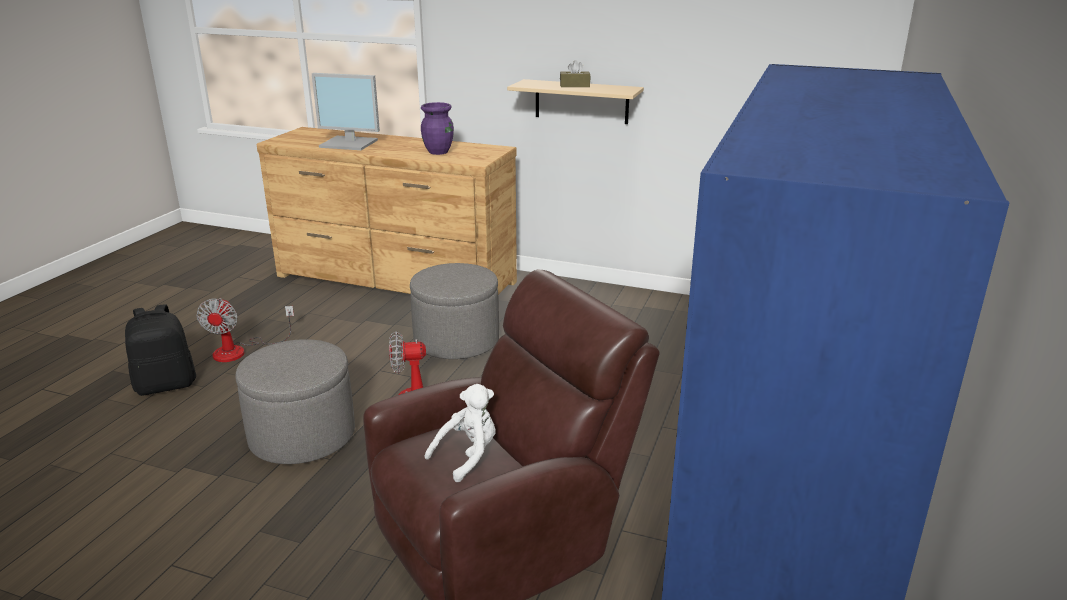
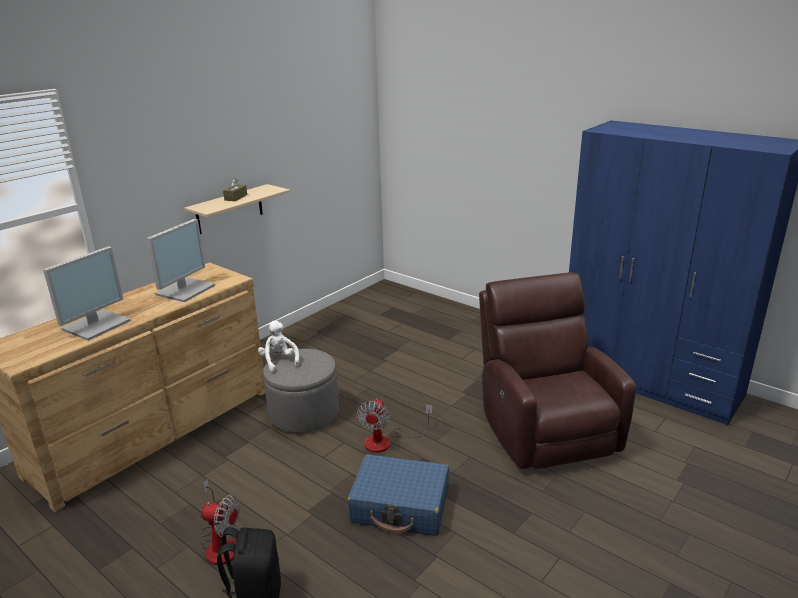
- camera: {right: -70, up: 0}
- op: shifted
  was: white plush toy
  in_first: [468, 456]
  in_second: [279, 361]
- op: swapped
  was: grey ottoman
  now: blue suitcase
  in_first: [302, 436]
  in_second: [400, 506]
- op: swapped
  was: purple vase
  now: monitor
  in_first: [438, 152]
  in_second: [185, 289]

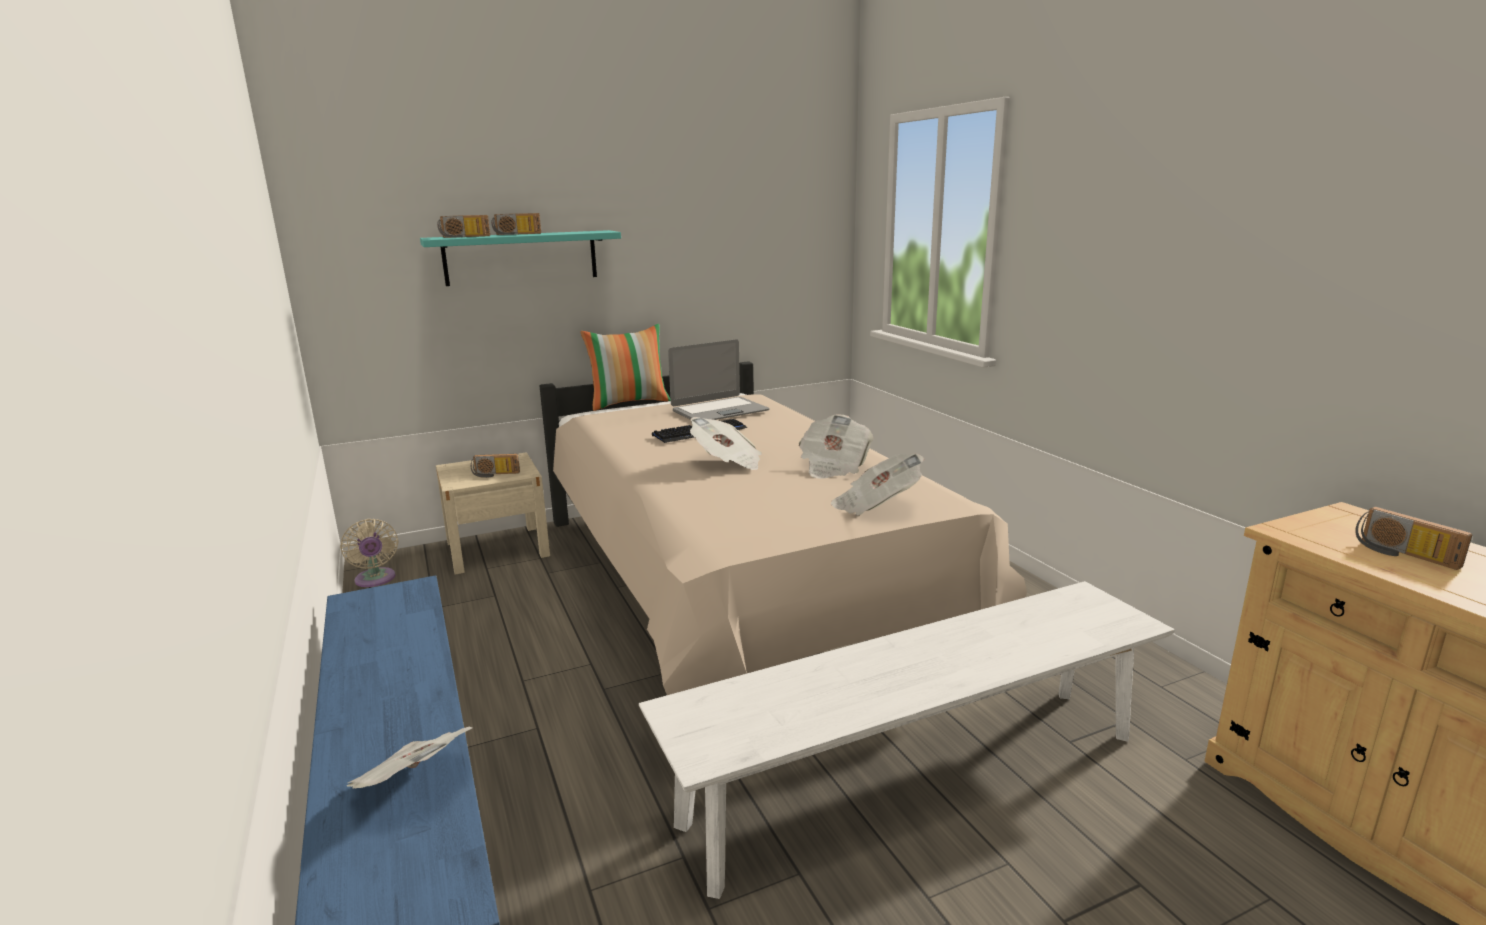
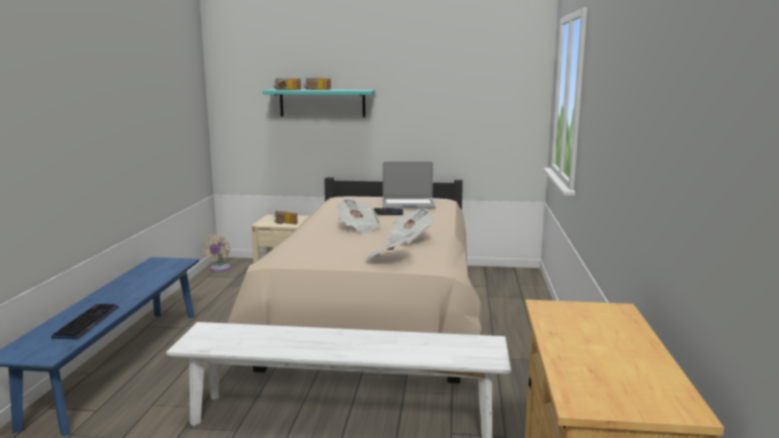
- camera: {right: 30, up: -5}
- op: gone
  was: pillow
  in_first: [629, 403]
- op: gone
  was: radio
  in_first: [1402, 554]
- op: swapped
  was: newspaper
  now: keyboard
  in_first: [415, 783]
  in_second: [87, 322]

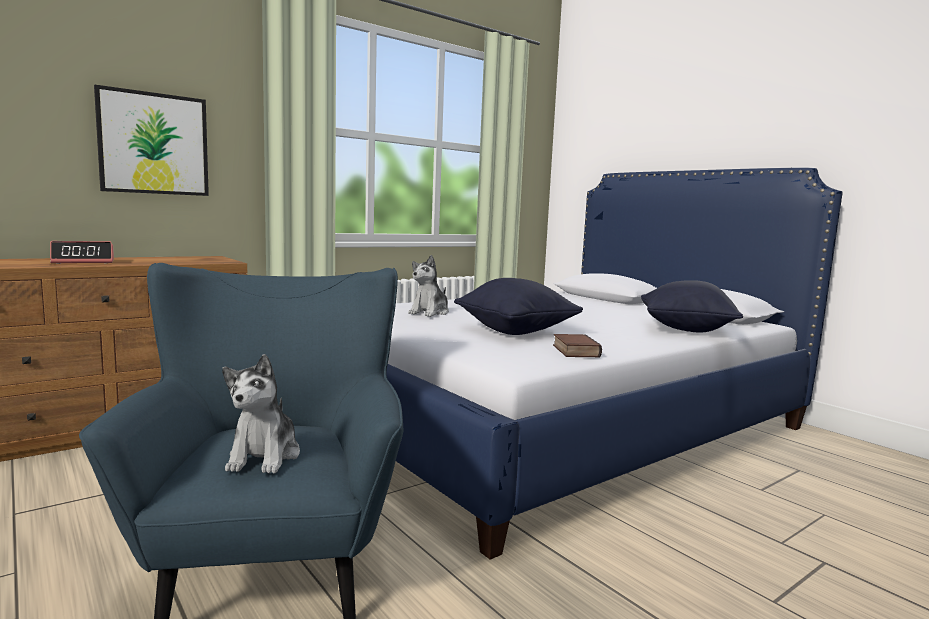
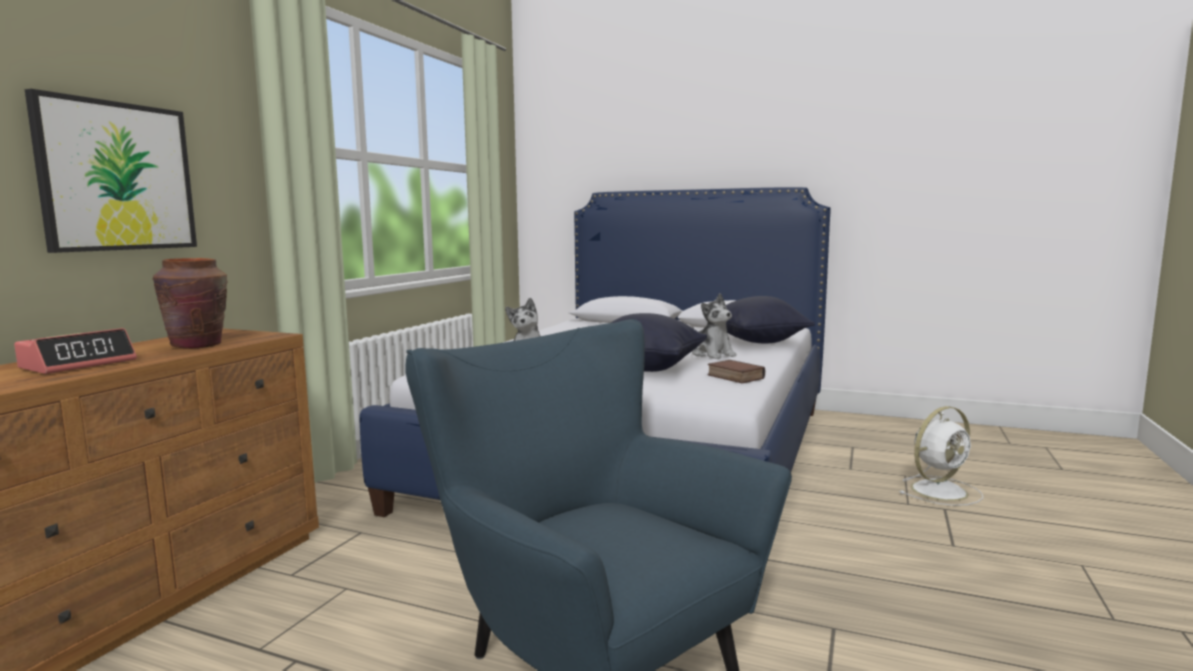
- camera: {right: -30, up: 0}
- op: new
  now: brown vase
  in_second: [197, 345]
- op: new
  now: white fan
  in_second: [940, 490]
- op: shifted
  was: plush toy
  in_first: [264, 456]
  in_second: [712, 354]

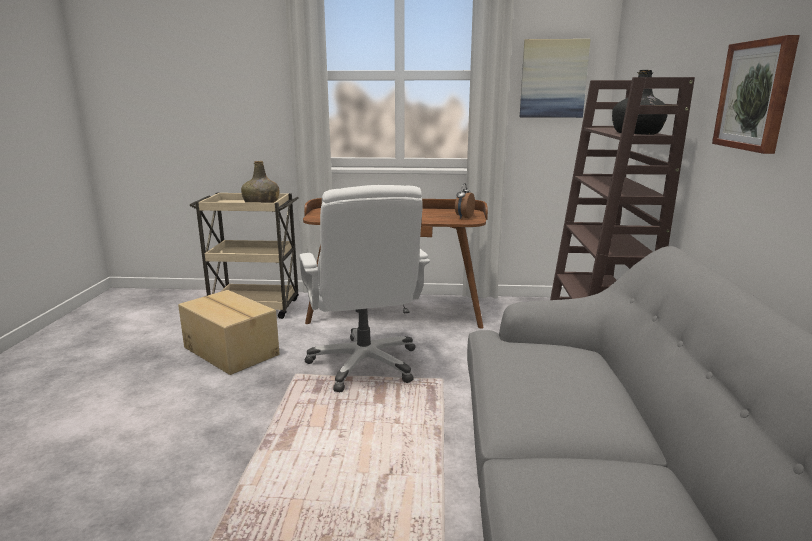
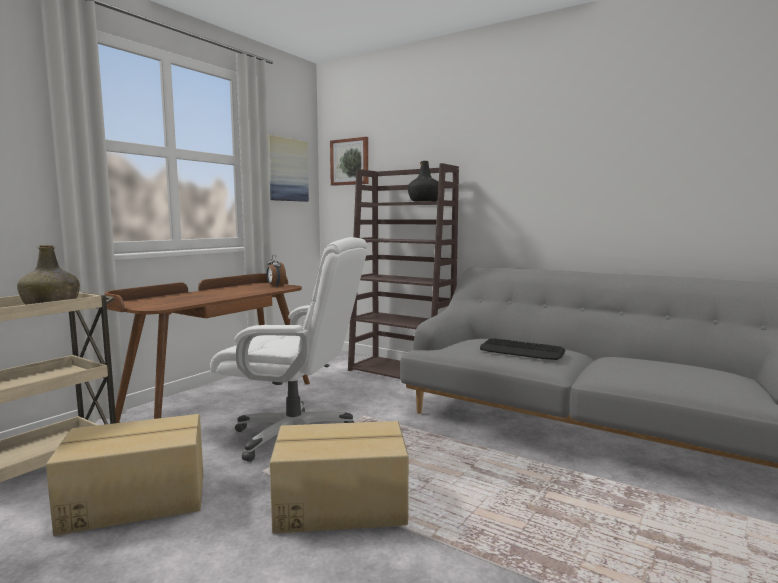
- camera: {right: -60, up: -10}
- op: new
  now: cardboard box
  in_second: [340, 504]
- op: new
  now: keyboard
  in_second: [521, 351]
- op: shifted
  was: picture
  in_first: [755, 95]
  in_second: [350, 162]

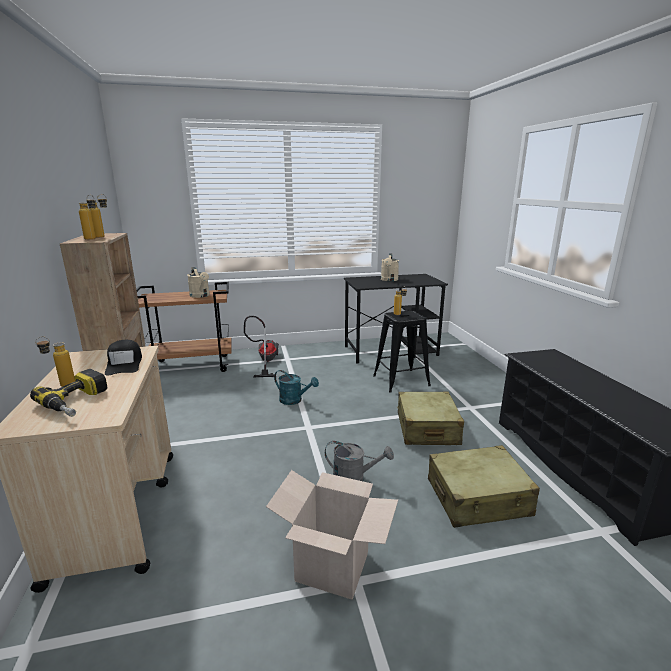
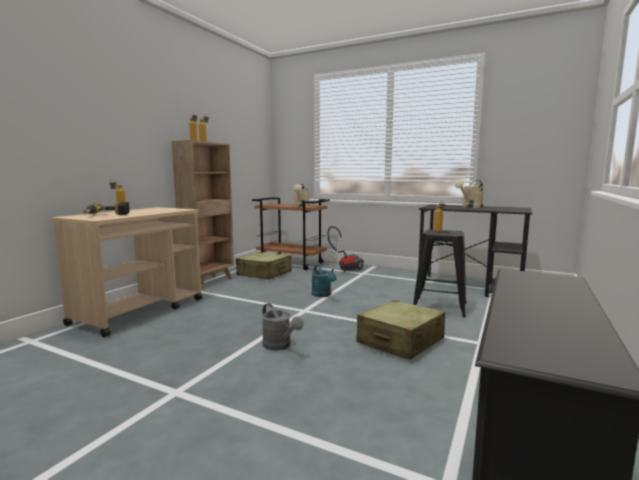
- camera: {right: 40, up: -10}
- op: gone
  was: black cap
  in_first: [124, 364]
- op: gone
  was: cardboard box
  in_first: [332, 567]
- op: shifted
  was: beige suitcase
  in_first: [478, 498]
  in_second: [264, 274]

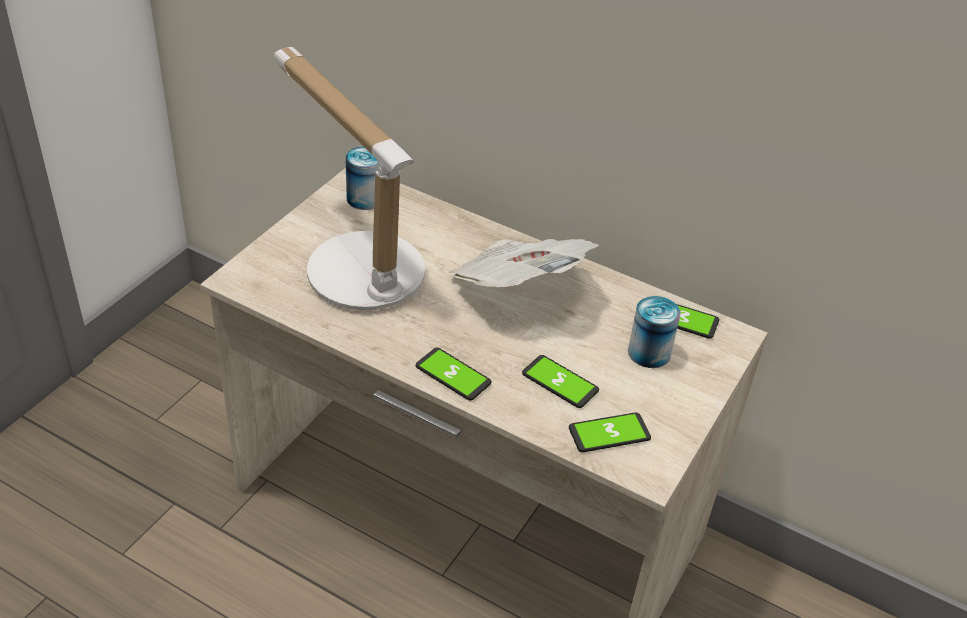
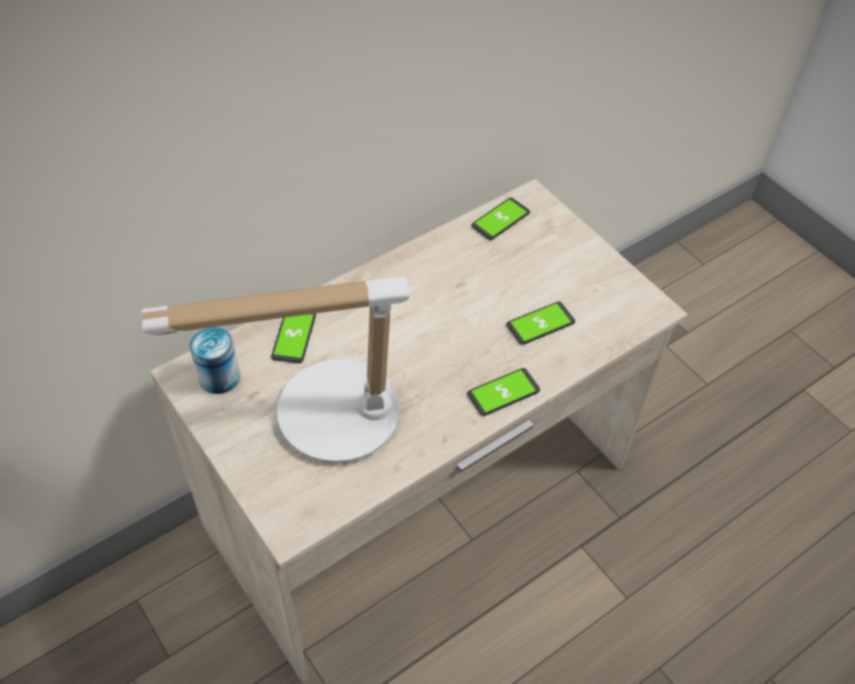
- camera: {right: -65, up: 10}
- op: gone
  was: newspaper
  in_first: [518, 288]
- op: gone
  was: can
  in_first: [649, 353]
- op: shifted
  was: phone
  in_first: [609, 433]
  in_second: [294, 336]

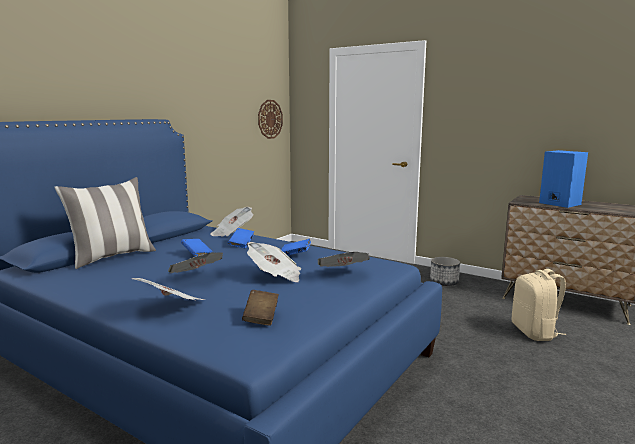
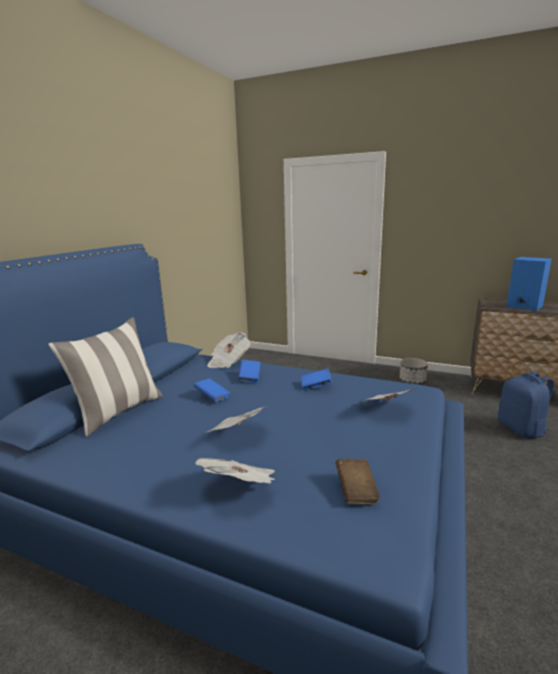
- camera: {right: -10, up: 5}
- op: gone
  was: newspaper
  in_first: [275, 276]
- op: gone
  was: wall clock
  in_first: [270, 119]
- op: repainted
  was: beige backpack
  now: blue backpack
  in_first: [535, 332]
  in_second: [521, 429]

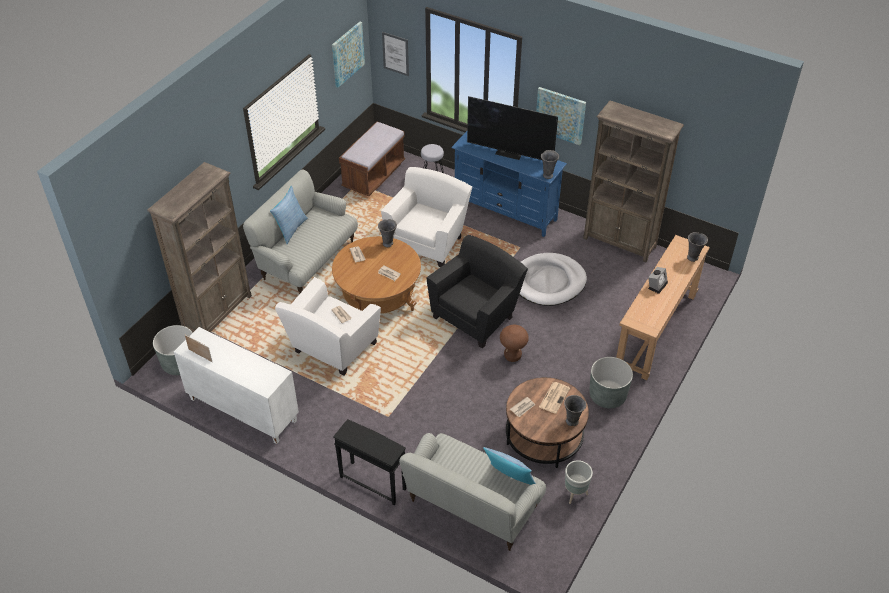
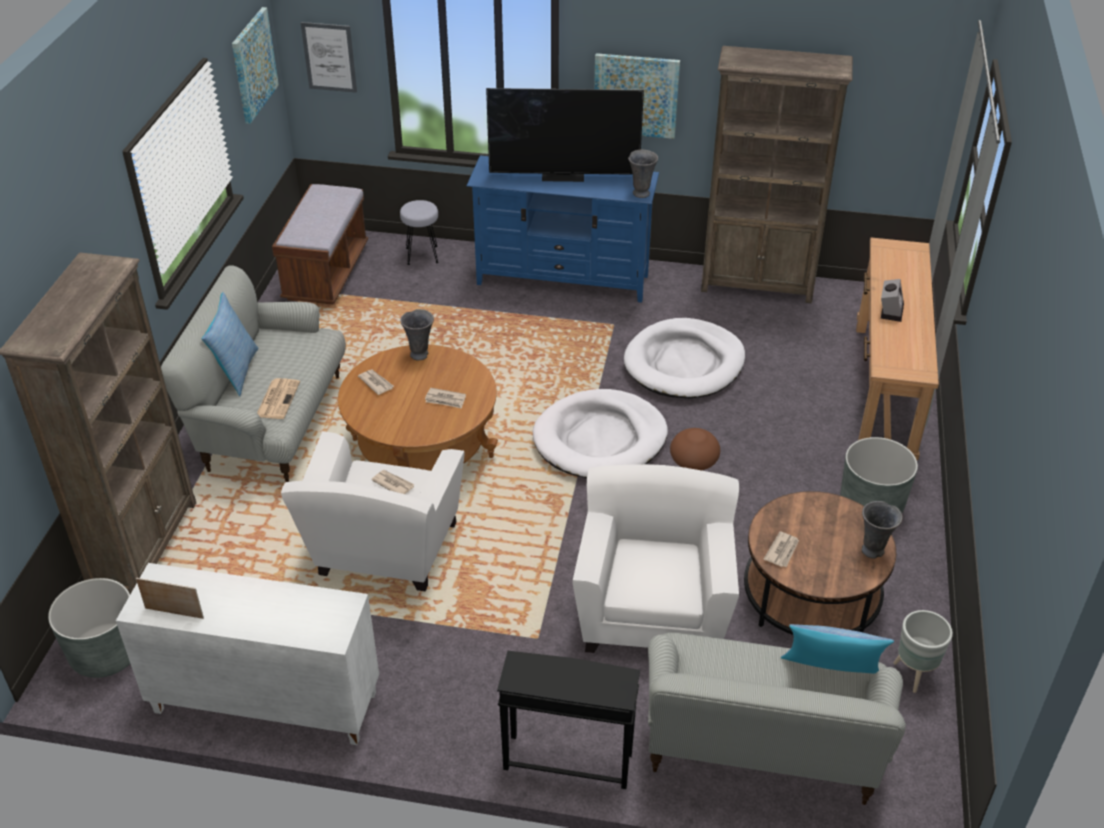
- camera: {right: -20, up: -5}
- op: gone
  was: grey vase
  in_first: [693, 258]
- op: shifted
  was: white armchair
  in_first: [428, 241]
  in_second: [653, 610]
- op: shifted
  was: newspaper
  in_first: [554, 397]
  in_second: [277, 399]
- op: swapped
  was: black armchair
  now: white dog bed
  in_first: [476, 315]
  in_second: [600, 439]

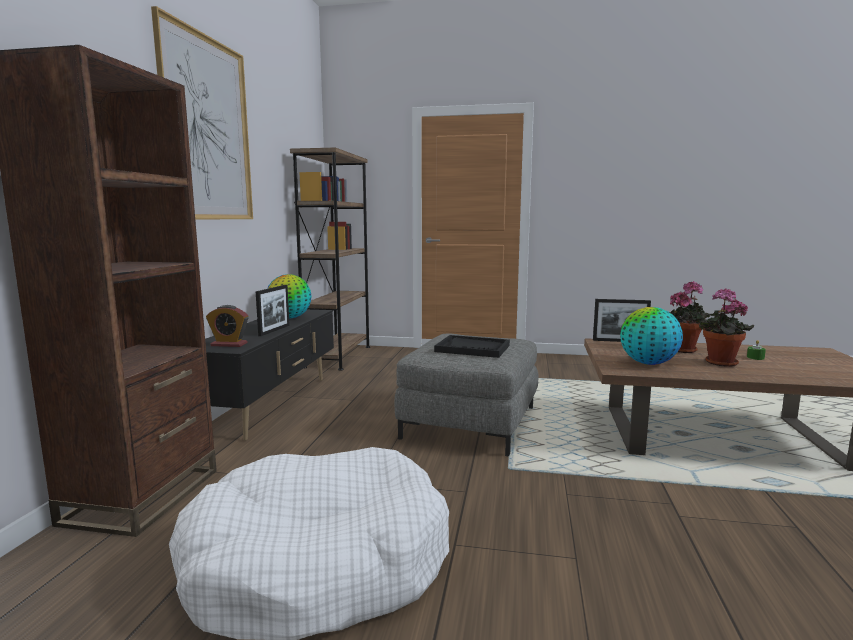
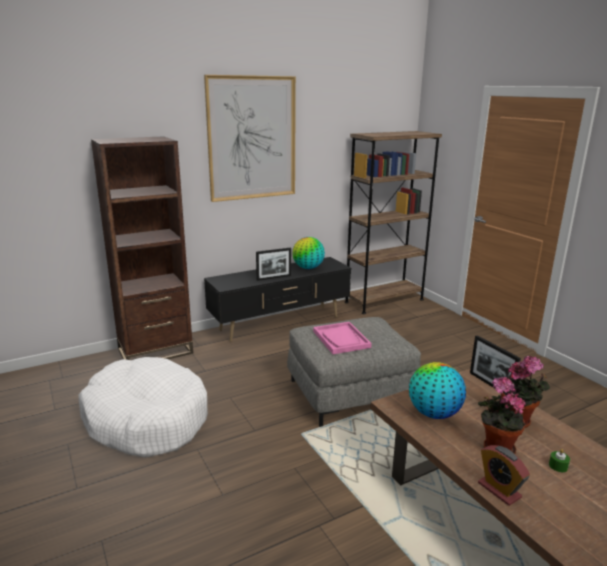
- camera: {right: 50, up: 10}
- op: shifted
  was: alarm clock
  in_first: [229, 344]
  in_second: [499, 490]
- op: repainted
  was: black tray
  now: pink tray
  in_first: [473, 348]
  in_second: [341, 339]

